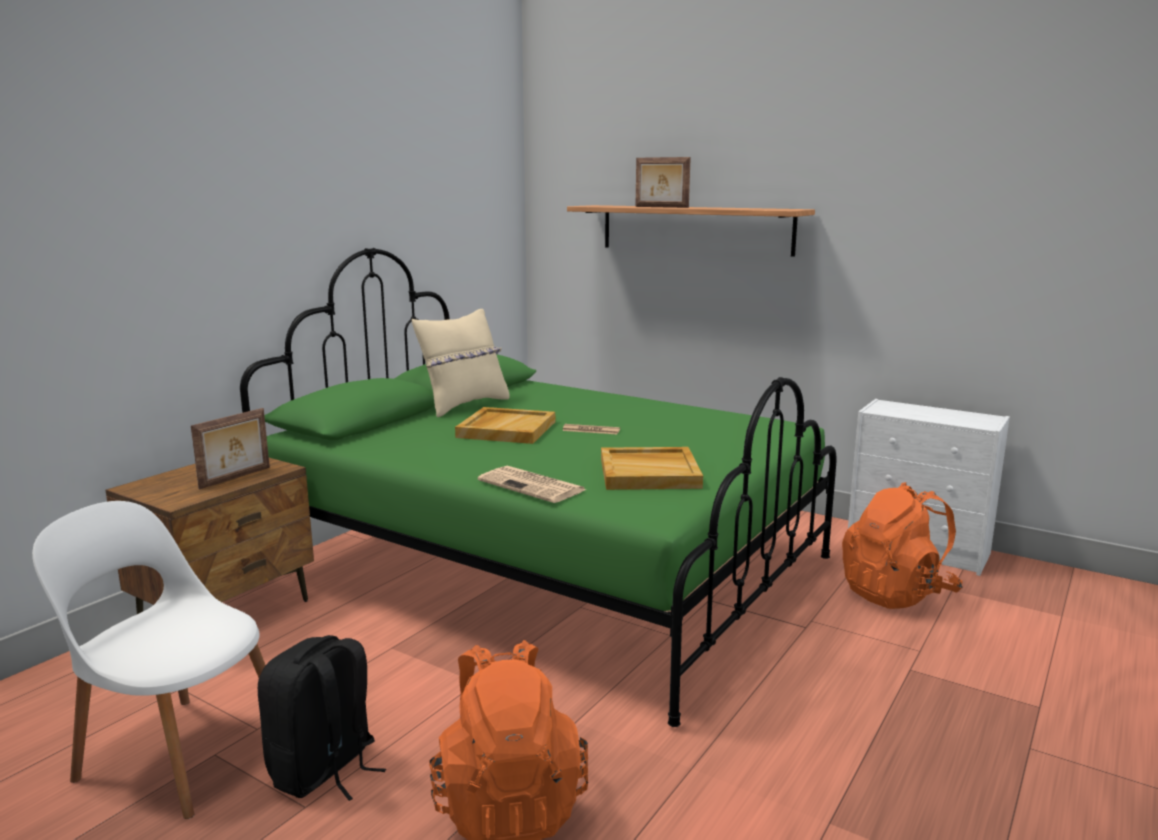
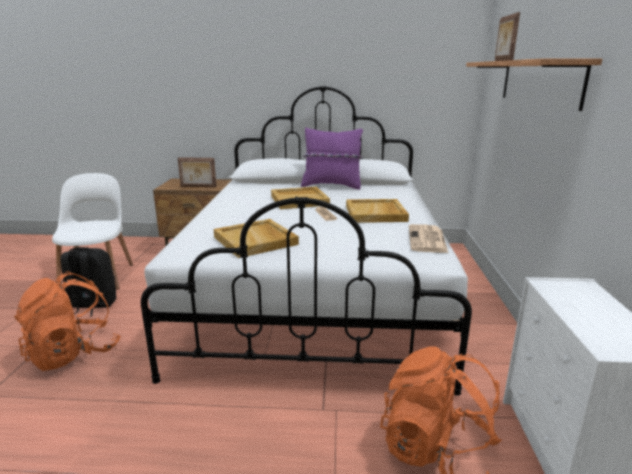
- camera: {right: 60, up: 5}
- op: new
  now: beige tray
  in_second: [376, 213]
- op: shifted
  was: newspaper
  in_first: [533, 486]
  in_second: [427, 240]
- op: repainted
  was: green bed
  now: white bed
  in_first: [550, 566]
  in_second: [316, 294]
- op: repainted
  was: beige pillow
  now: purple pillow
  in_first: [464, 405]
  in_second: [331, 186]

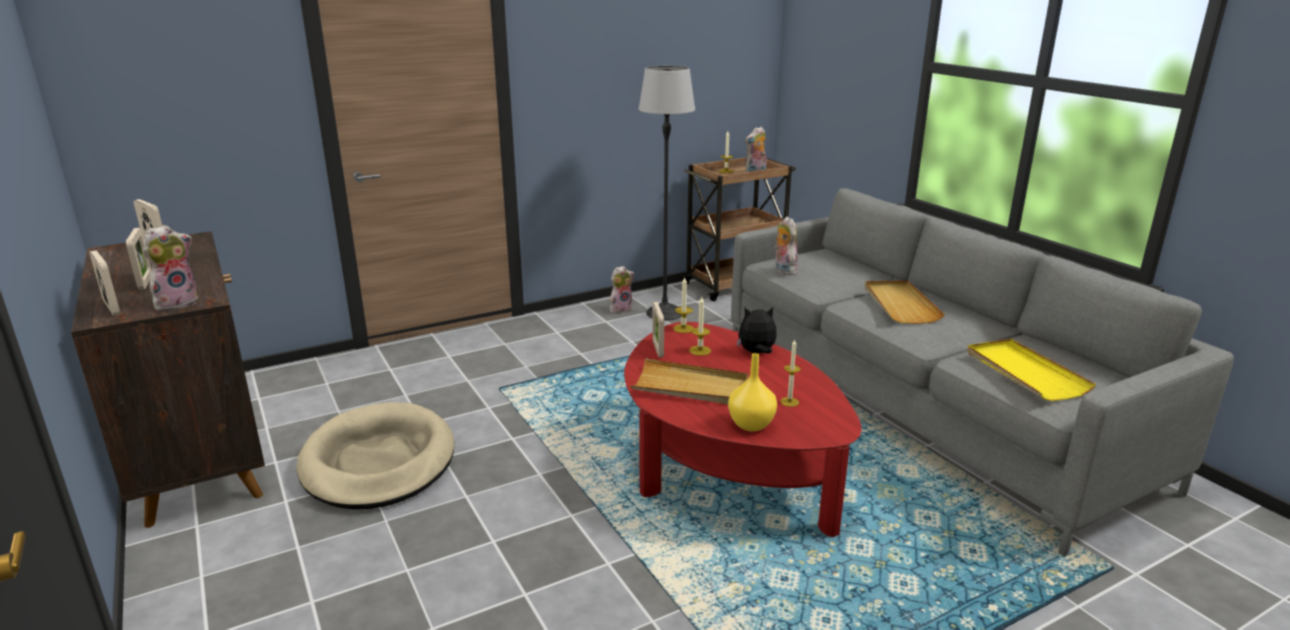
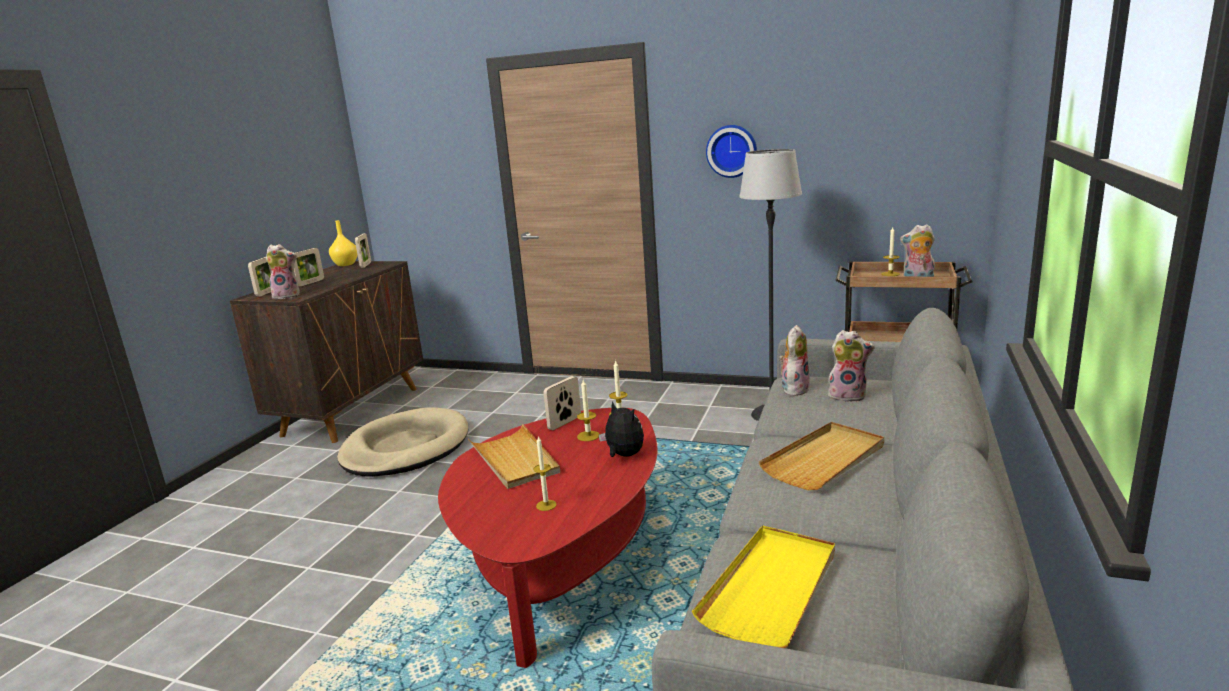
- camera: {right: 50, up: -5}
- op: new
  now: wall clock
  in_second: [732, 151]
- op: shifted
  was: plush toy
  in_first: [620, 309]
  in_second: [848, 396]
- op: shifted
  was: yellow vase
  in_first: [750, 424]
  in_second: [345, 264]

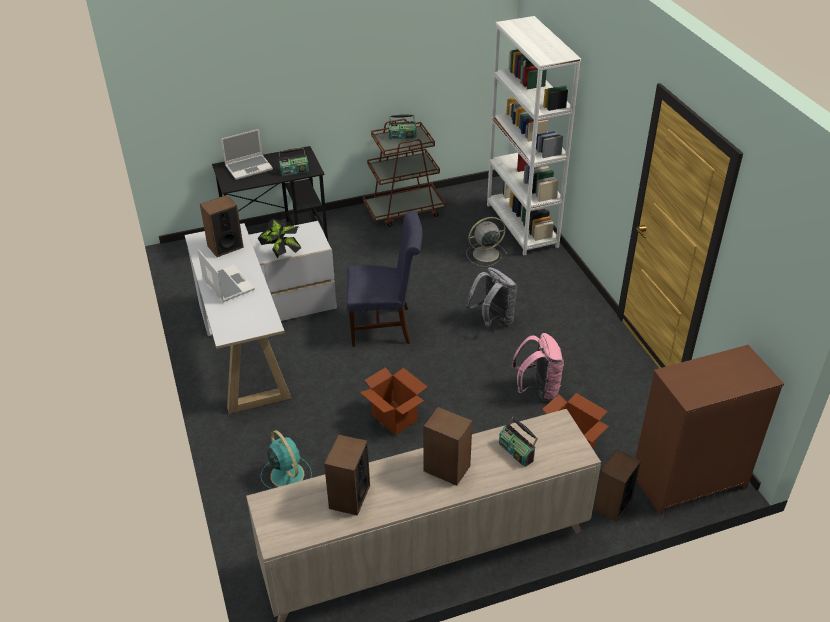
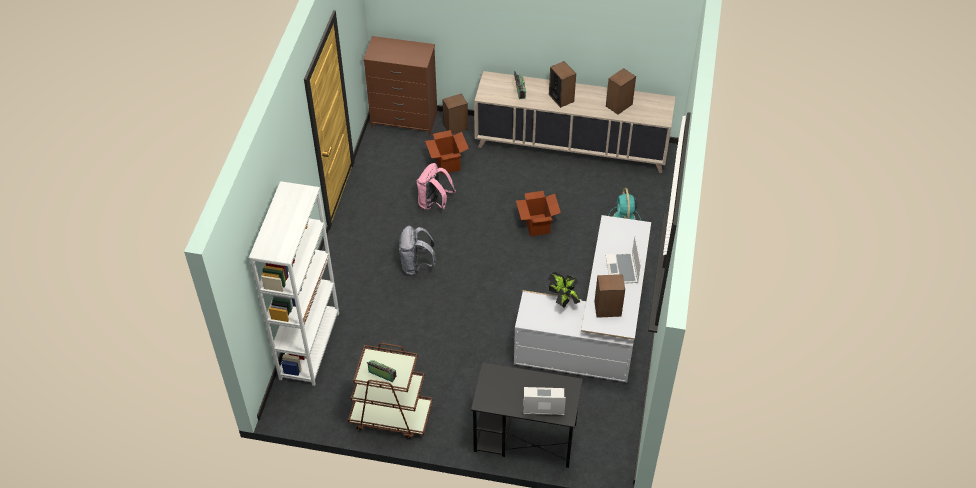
- camera: {right: -150, up: 10}
- op: gone
  was: radio
  in_first: [294, 171]
- op: gone
  was: blue chair
  in_first: [385, 326]
- op: gone
  was: grey fan
  in_first: [484, 254]

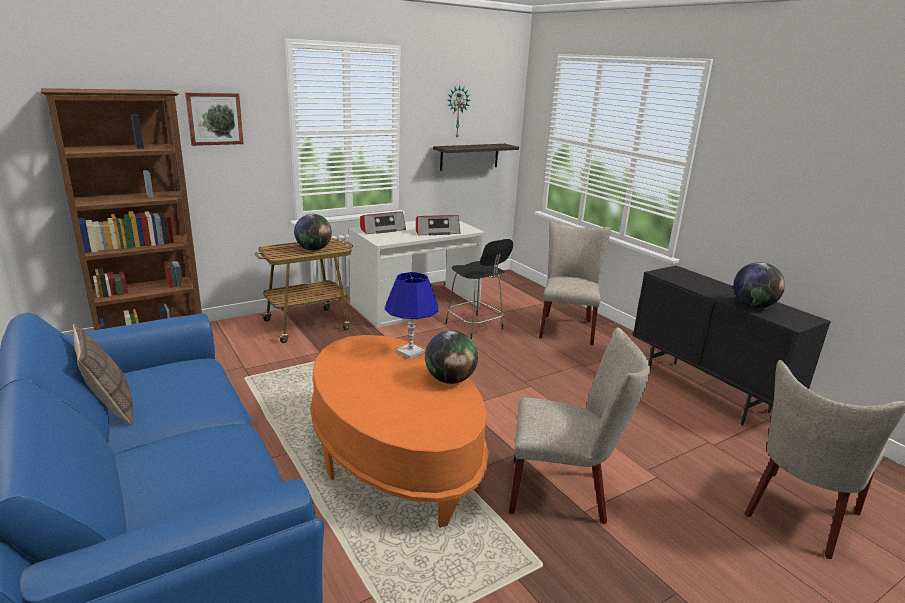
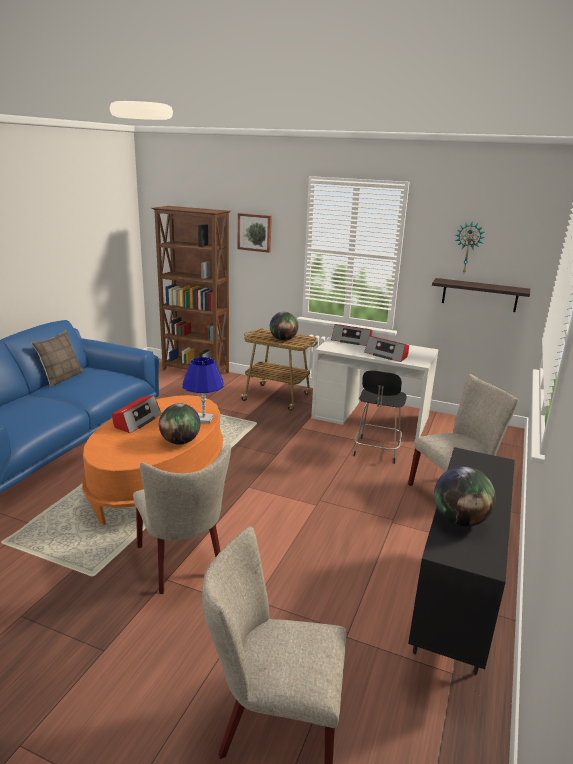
- camera: {right: 55, up: 0}
- op: new
  now: radio
  in_second: [137, 421]

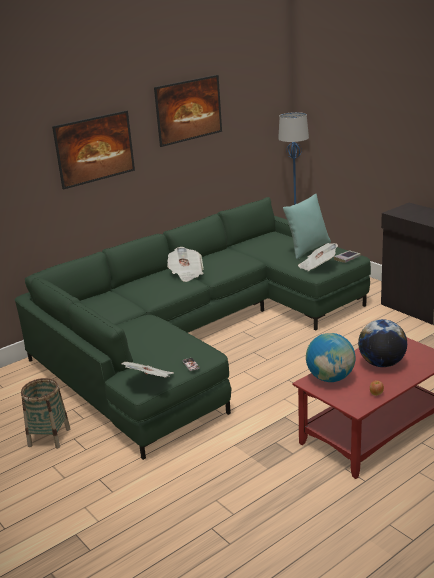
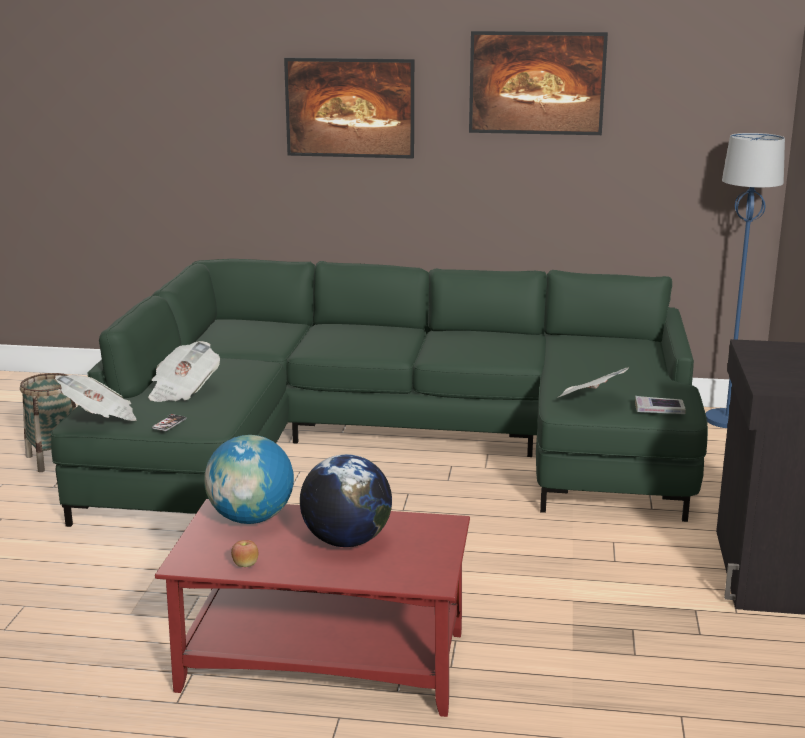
- camera: {right: 45, up: -5}
- op: gone
  was: turquoise pillow
  in_first: [307, 249]
- op: shifted
  was: newspaper
  in_first: [186, 273]
  in_second: [183, 391]

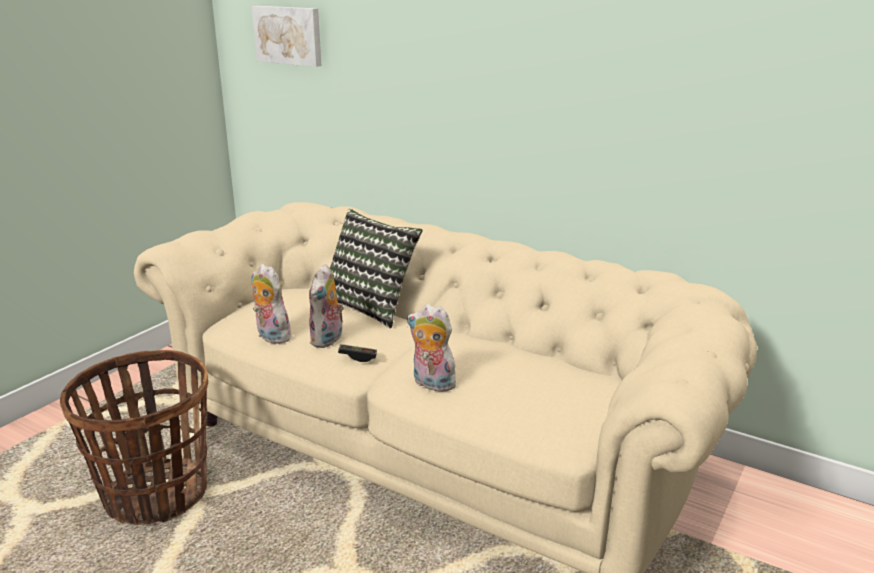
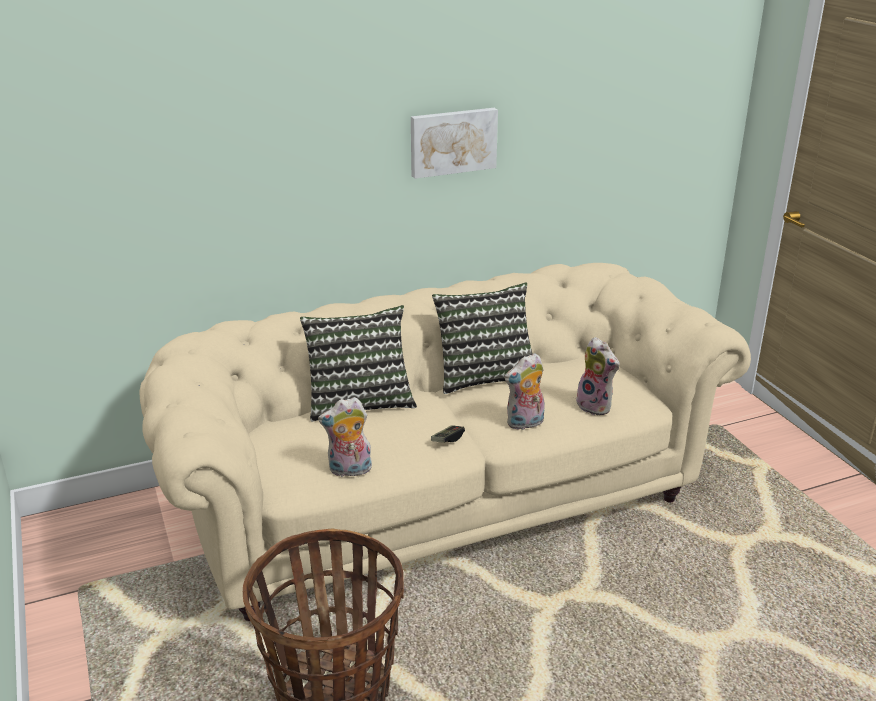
- camera: {right: -55, up: 5}
- op: new
  now: pillow
  in_second: [484, 375]
- op: shifted
  was: picture
  in_first: [289, 35]
  in_second: [452, 141]
- op: shifted
  was: plush toy
  in_first: [328, 340]
  in_second: [596, 406]

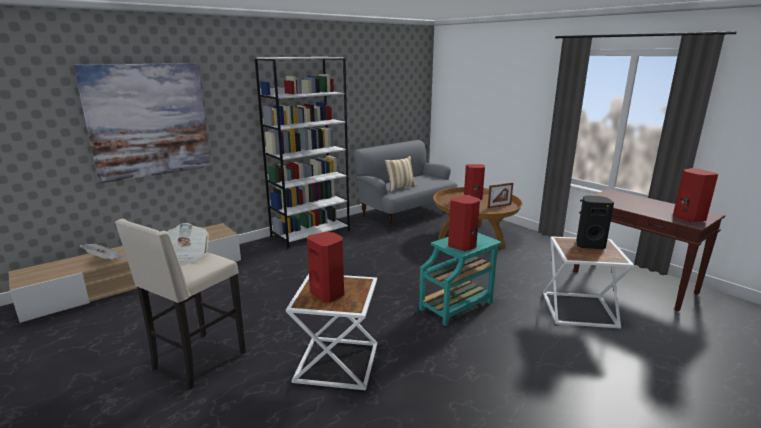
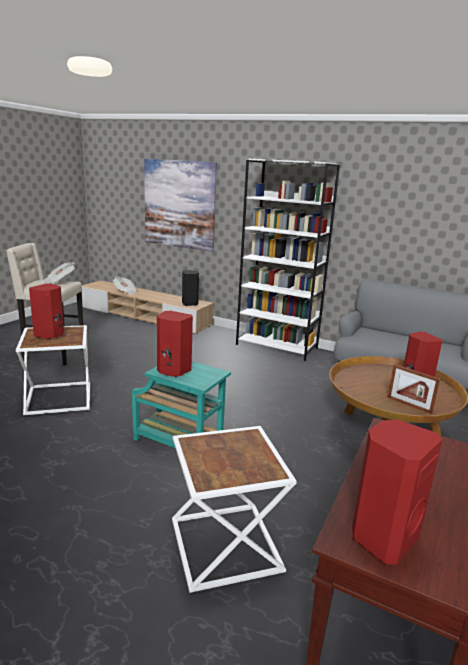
- camera: {right: 65, up: 0}
- op: gone
  was: beige pillow
  in_first: [400, 188]
- op: shifted
  was: black speaker
  in_first: [589, 245]
  in_second: [190, 304]

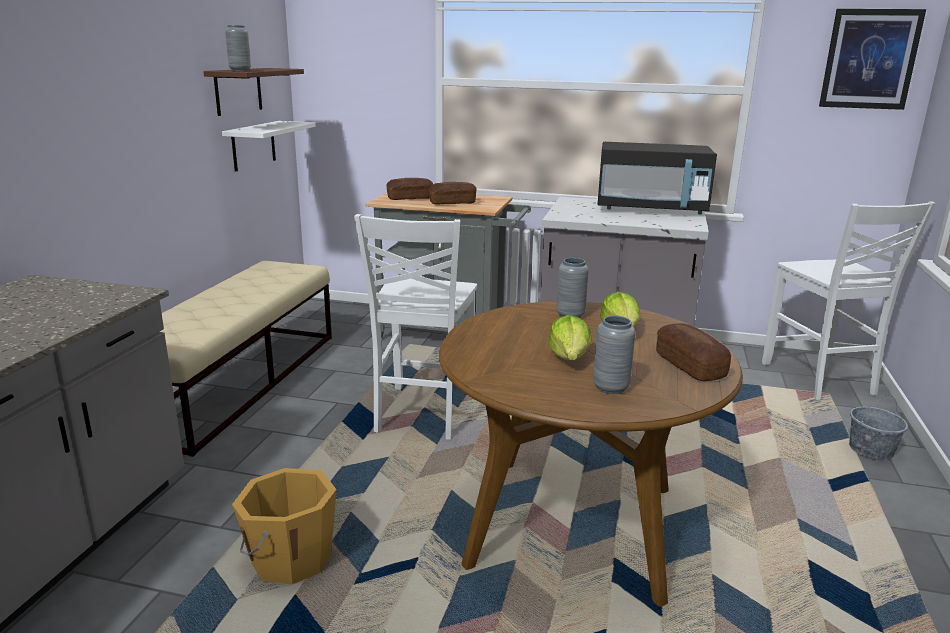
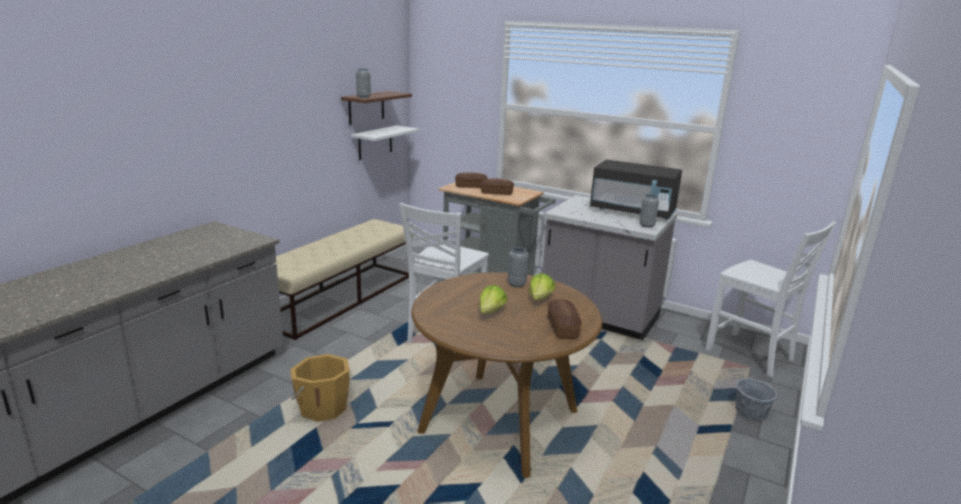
- camera: {right: 15, up: 0}
- op: gone
  was: picture
  in_first: [870, 59]
- op: shifted
  was: grey vase
  in_first: [610, 388]
  in_second: [647, 225]
- op: rotated
  was: white chair
  in_first: [819, 380]
  in_second: [751, 356]
  clockwise: -45

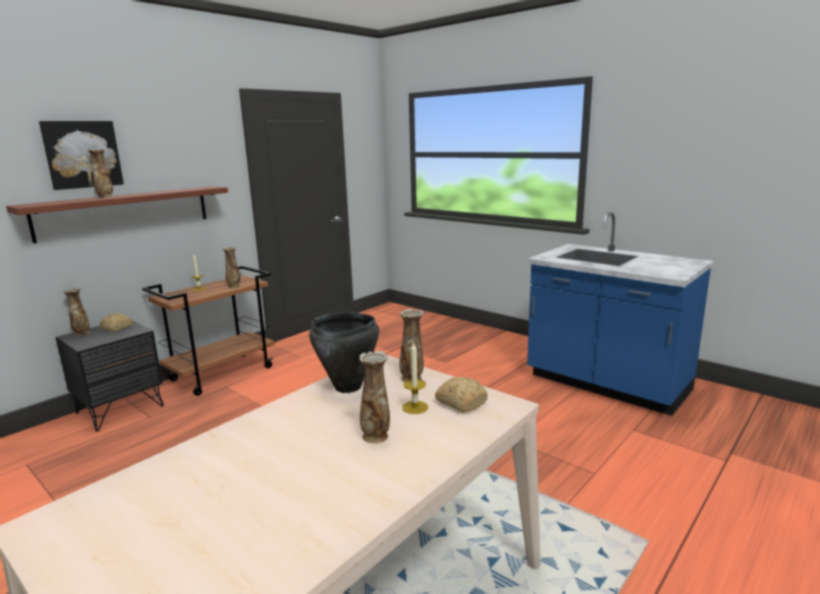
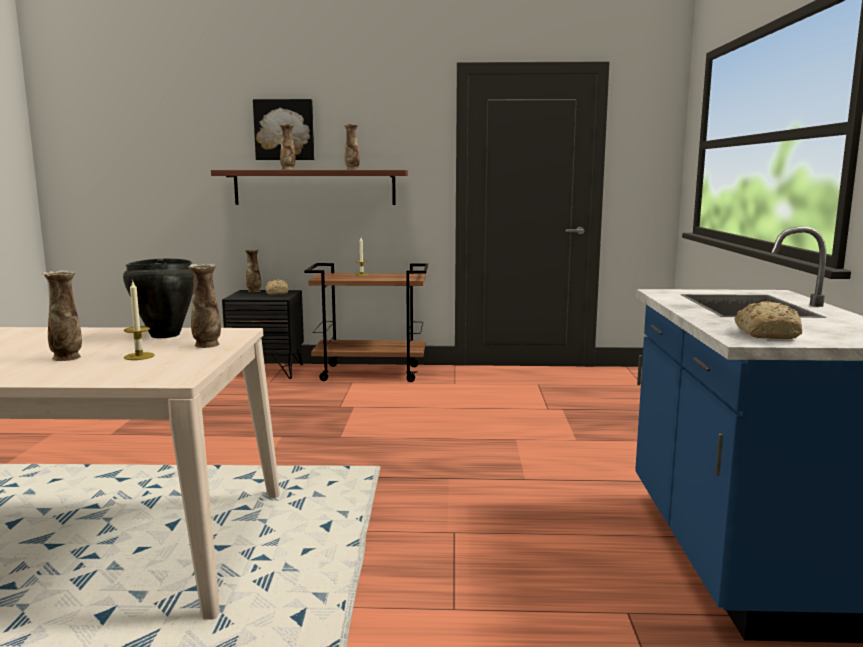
- camera: {right: 50, up: -5}
- op: shifted
  was: vase
  in_first: [234, 286]
  in_second: [352, 169]
- op: shifted
  was: bread
  in_first: [461, 402]
  in_second: [767, 334]

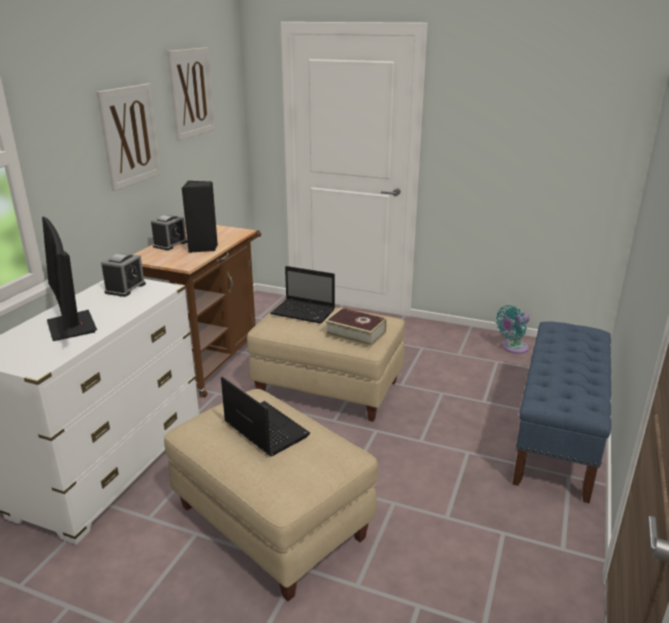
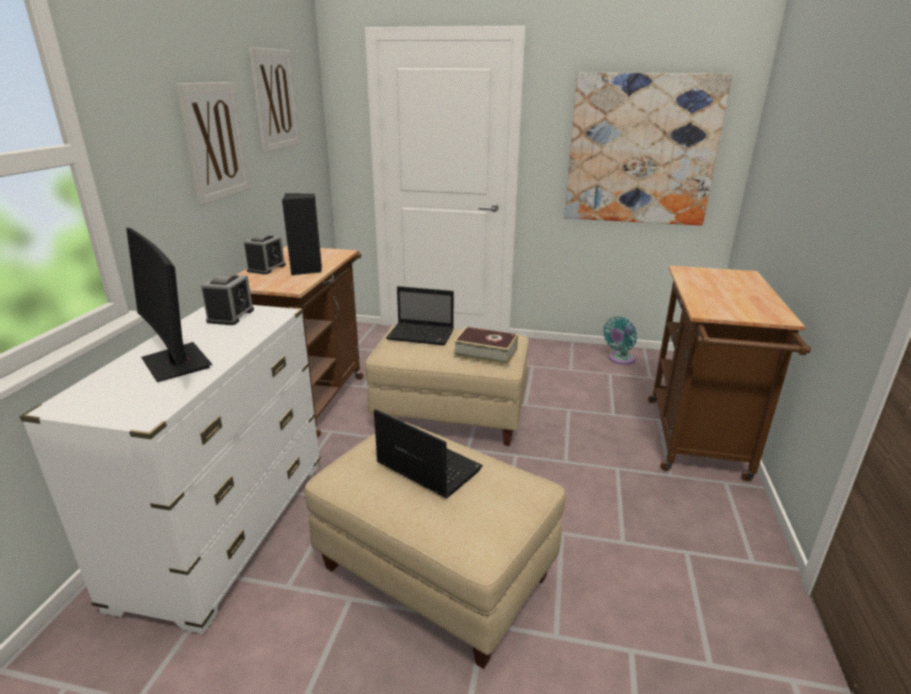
- camera: {right: -10, up: 0}
- op: new
  now: picture
  in_second: [641, 150]
- op: swapped
  was: blue bench
  now: brown cart
  in_first: [557, 437]
  in_second: [697, 443]

